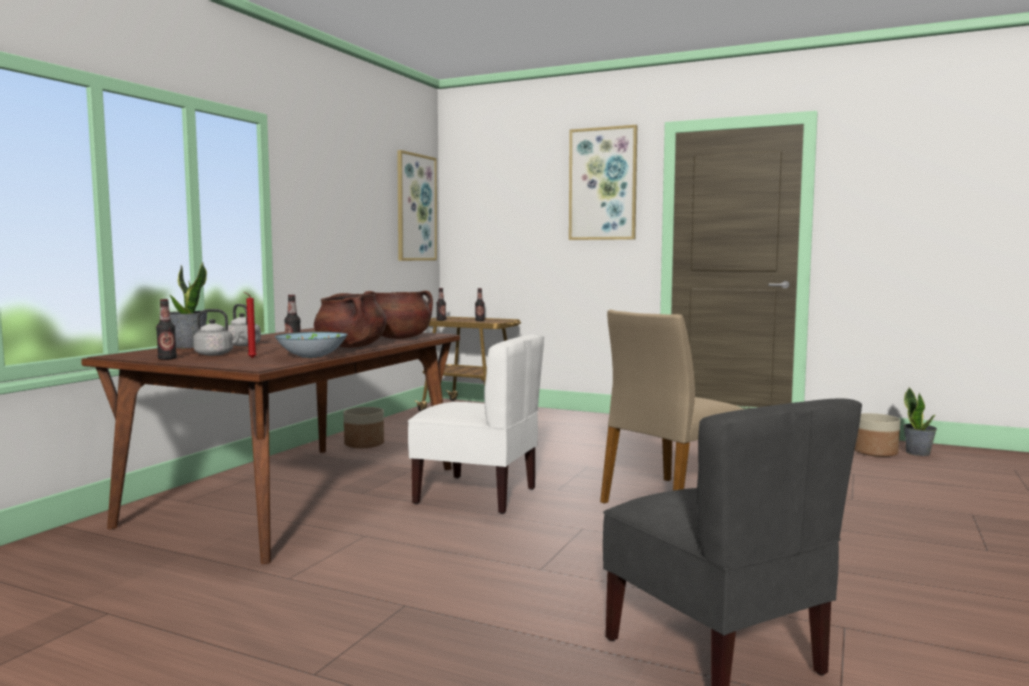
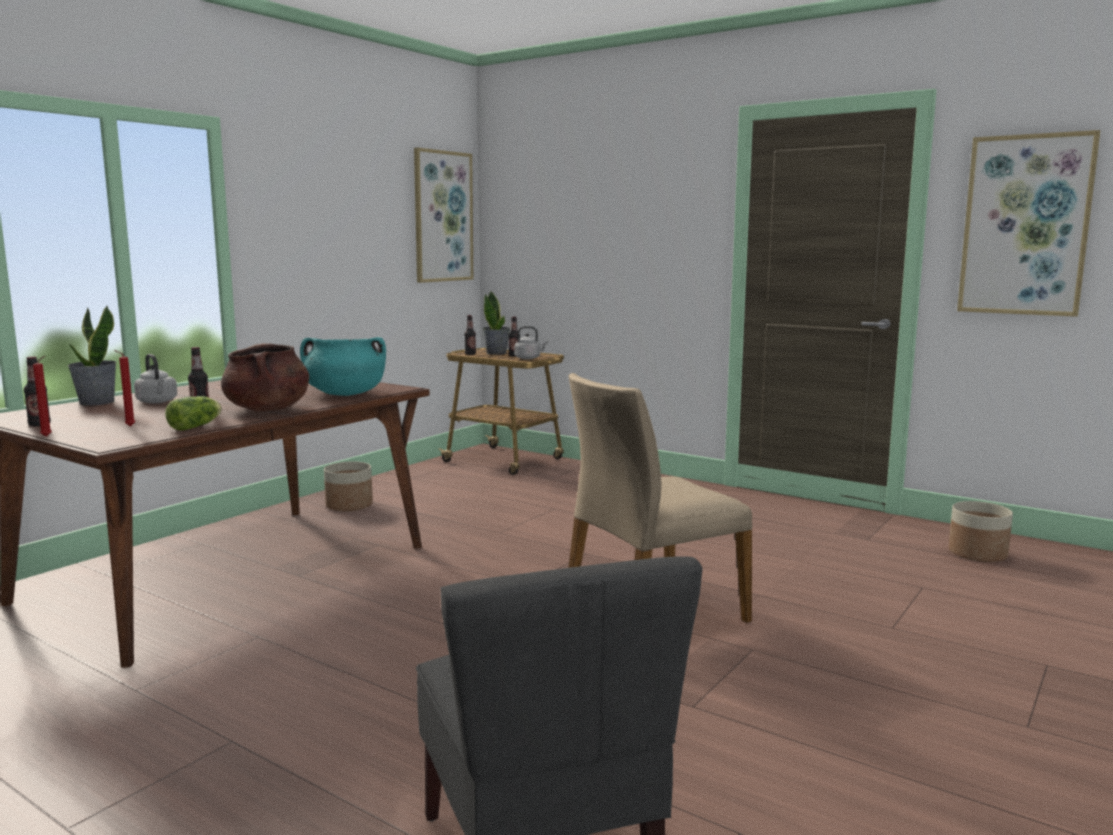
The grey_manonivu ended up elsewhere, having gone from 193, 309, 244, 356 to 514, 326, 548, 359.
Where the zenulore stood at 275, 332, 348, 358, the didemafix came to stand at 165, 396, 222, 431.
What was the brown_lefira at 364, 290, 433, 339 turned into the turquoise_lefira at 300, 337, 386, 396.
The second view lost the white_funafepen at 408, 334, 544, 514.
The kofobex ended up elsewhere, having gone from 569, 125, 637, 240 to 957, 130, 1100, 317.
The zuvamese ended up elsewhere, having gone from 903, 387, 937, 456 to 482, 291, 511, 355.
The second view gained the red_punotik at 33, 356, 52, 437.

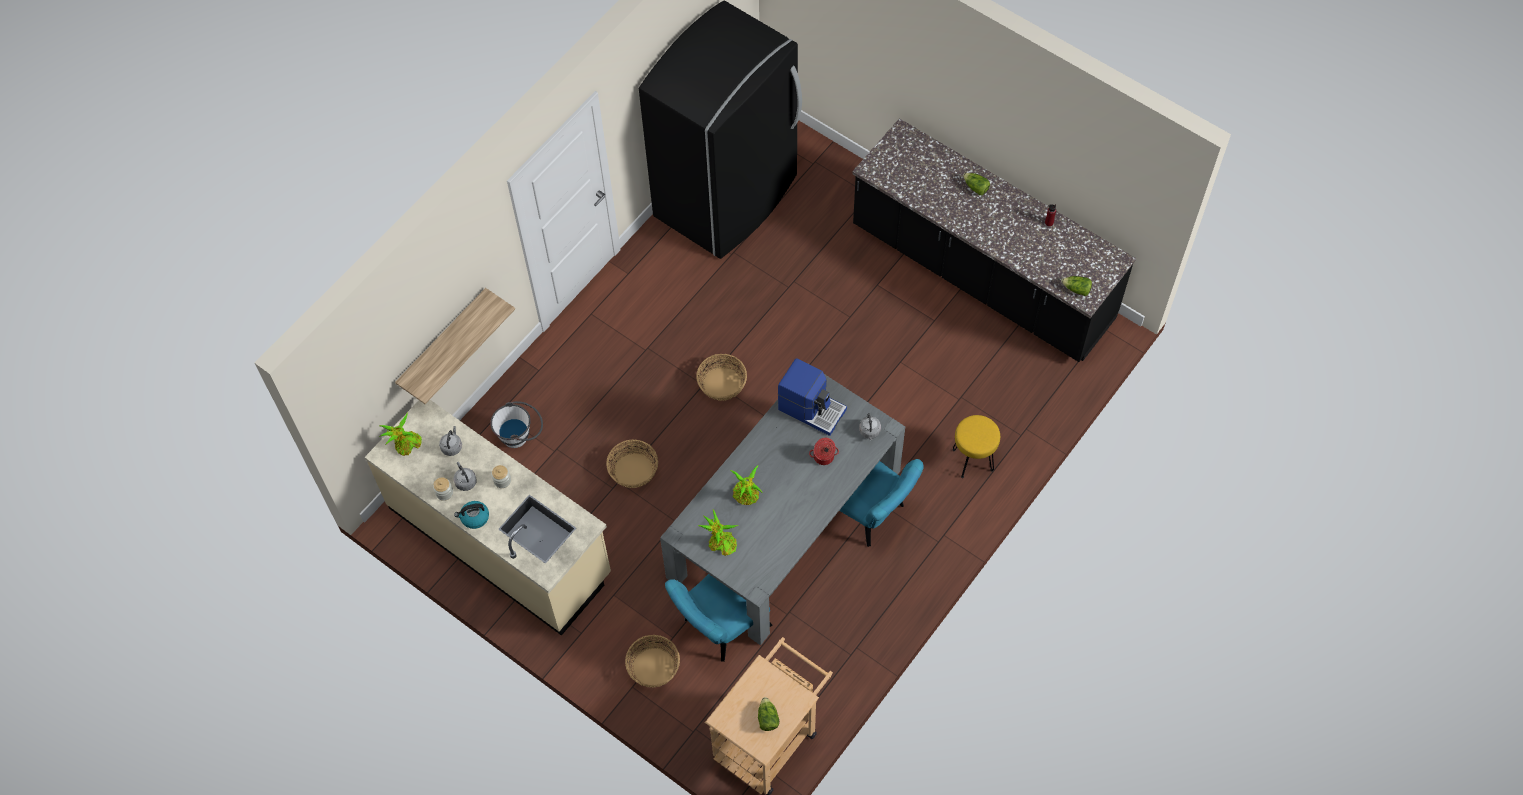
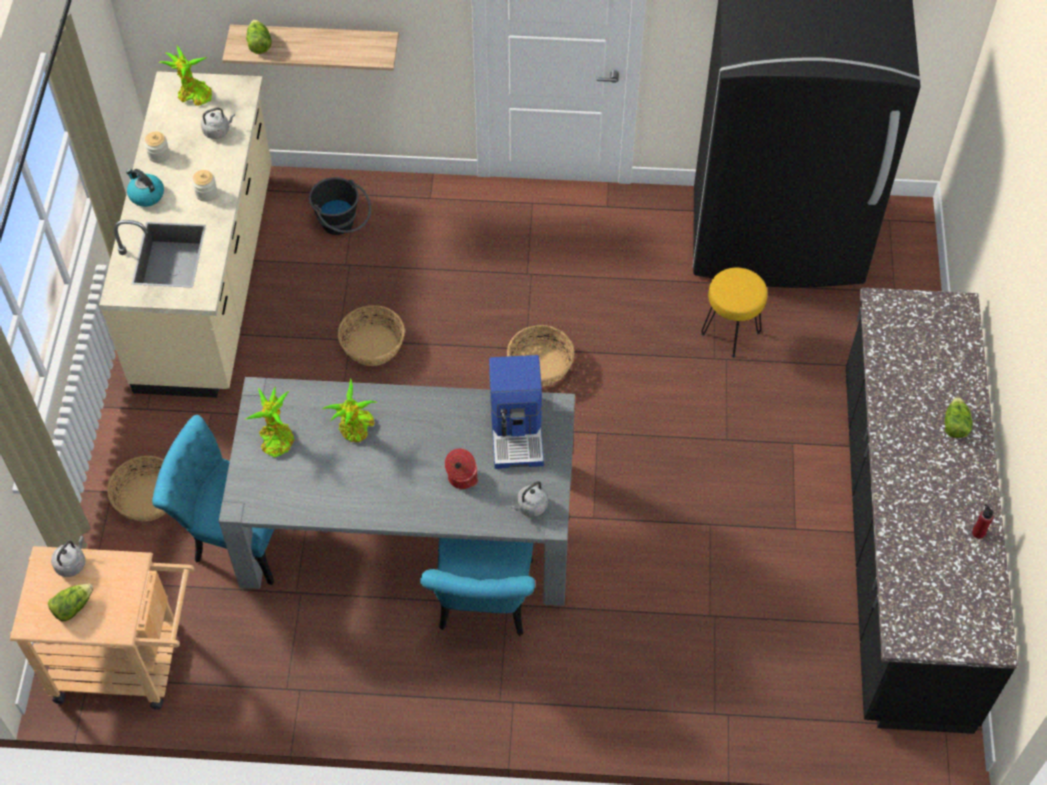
The grey_manonivu ended up elsewhere, having gone from 454, 462, 477, 491 to 51, 536, 86, 577.
What was the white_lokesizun at 490, 401, 543, 448 turned into the black_lokesizun at 309, 177, 371, 235.
The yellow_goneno ended up elsewhere, having gone from 953, 415, 1000, 478 to 701, 268, 768, 358.
The didemafix ended up elsewhere, having gone from 1061, 276, 1092, 296 to 246, 19, 272, 54.

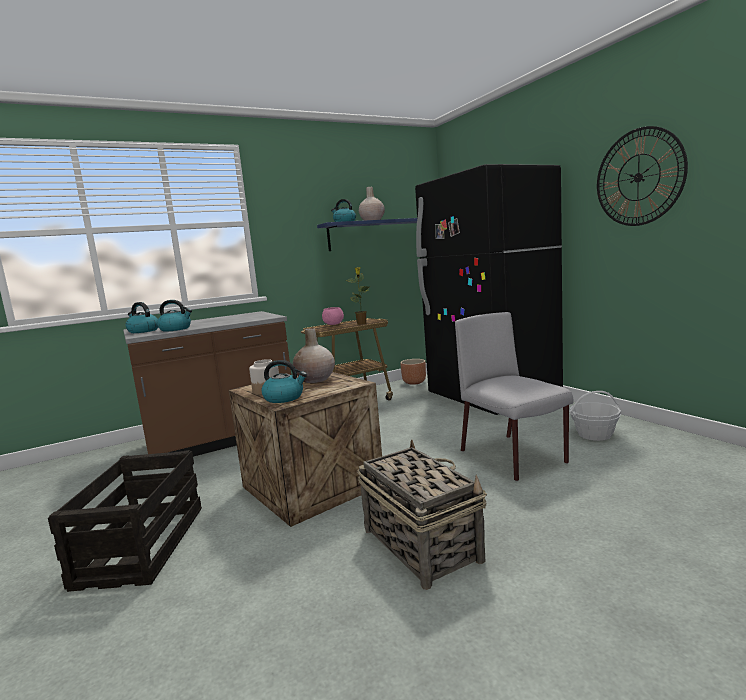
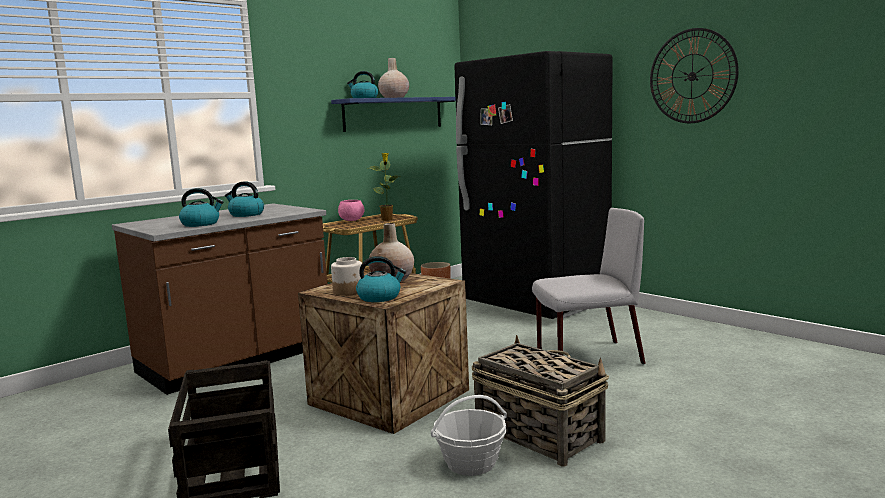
The manonivu ended up elsewhere, having gone from 125, 302, 158, 333 to 225, 181, 264, 217.
The grey_funafepen at 455, 312, 574, 481 ended up facing another way, 120 degrees clockwise from before.
The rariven ended up elsewhere, having gone from 569, 391, 621, 441 to 430, 395, 507, 476.

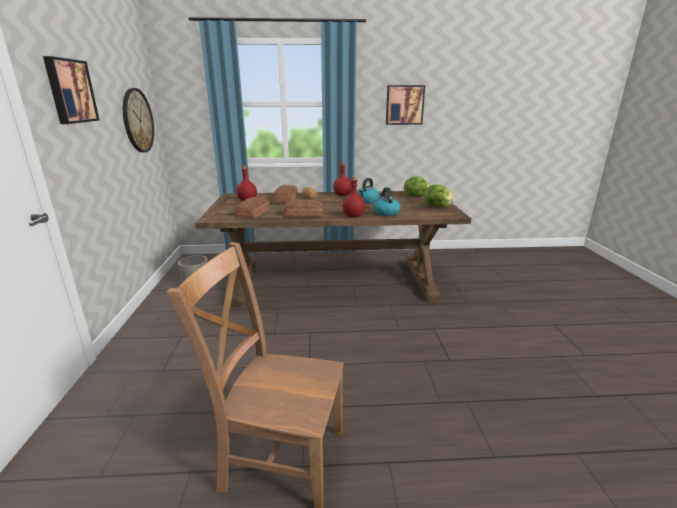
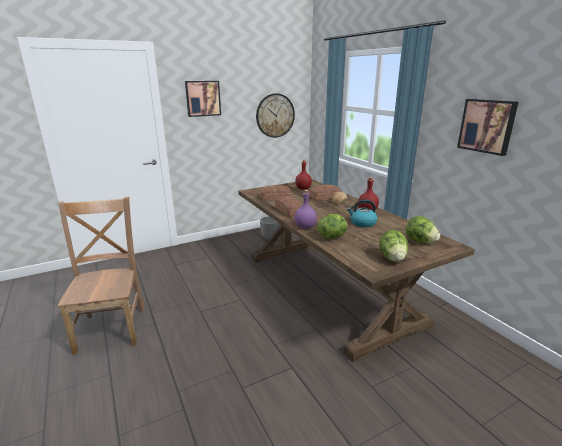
What was the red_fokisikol at 342, 176, 365, 217 turned into the purple_fokisikol at 295, 190, 317, 229.
Where the manonivu stood at 373, 187, 400, 216, the didemafix came to stand at 318, 214, 348, 239.

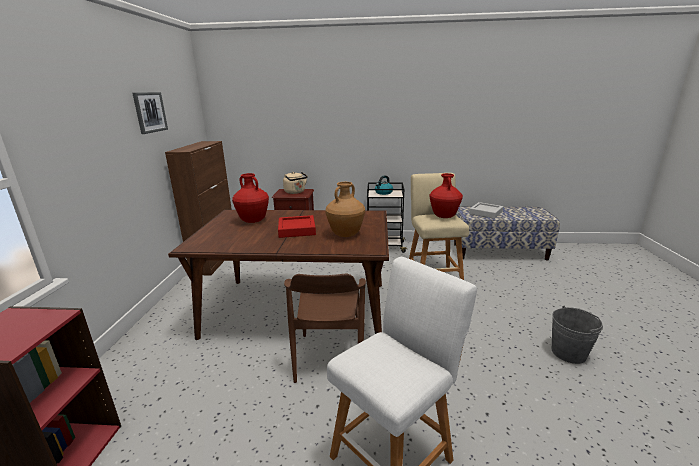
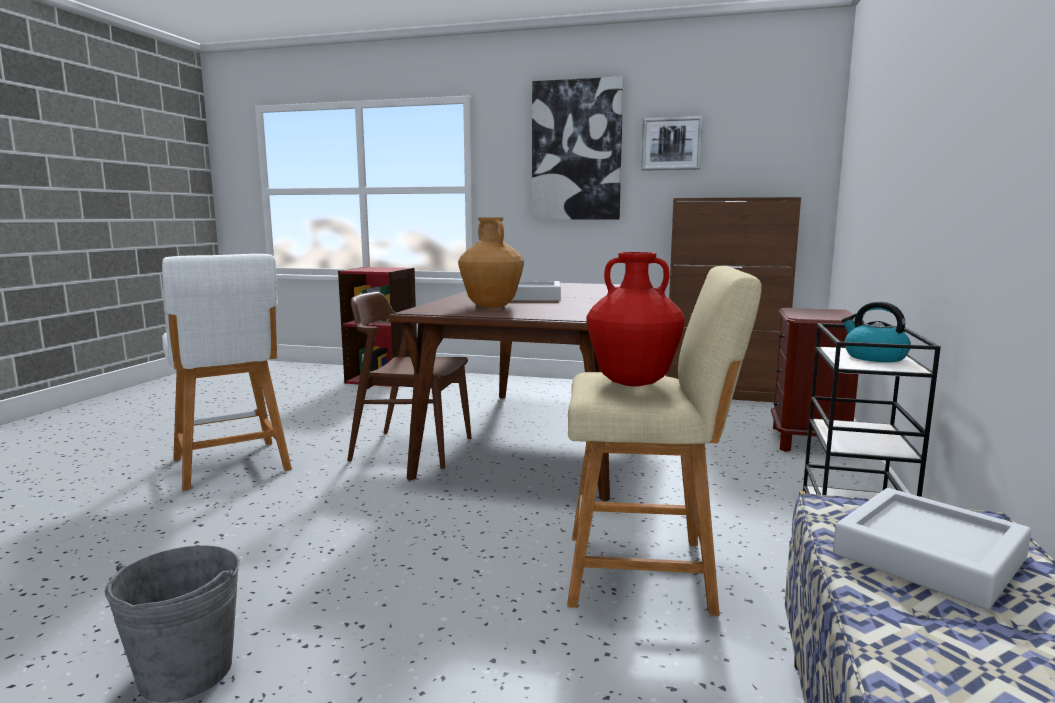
The second view lost the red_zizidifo at 232, 173, 269, 223.
What was the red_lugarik at 278, 215, 316, 238 turned into the grey_lugarik at 512, 281, 561, 301.
The second view lost the beige_manonivu at 283, 172, 308, 194.
The second view gained the kofobex at 532, 76, 623, 220.

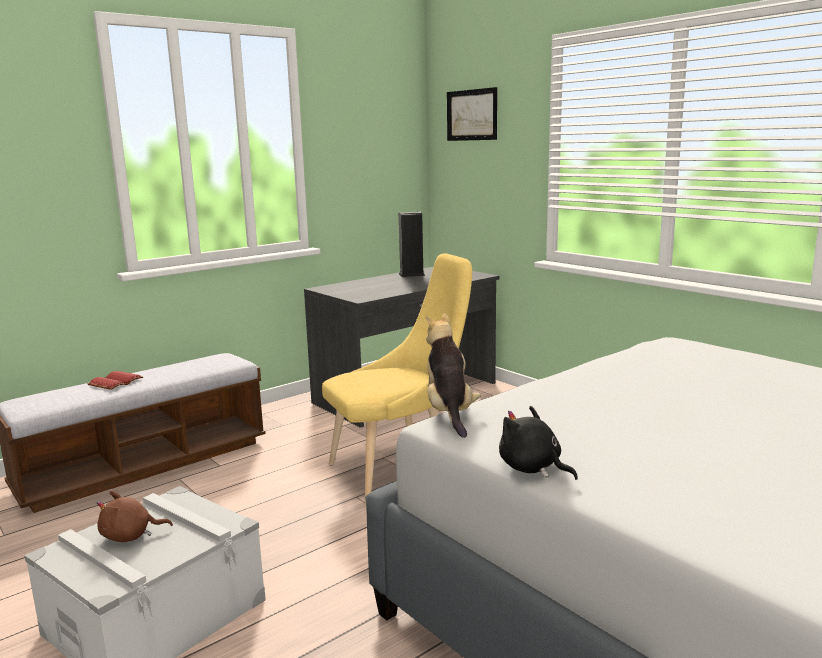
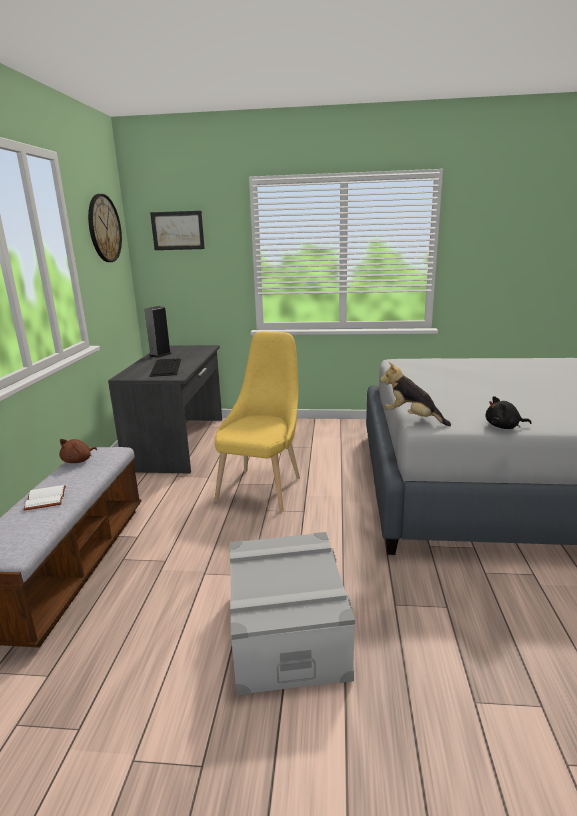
What was the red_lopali at 88, 371, 143, 390 turned into the white_lopali at 24, 485, 66, 511.
The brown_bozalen ended up elsewhere, having gone from 97, 491, 173, 542 to 59, 439, 97, 463.
The second view gained the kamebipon at 88, 194, 122, 262.
The second view gained the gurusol at 149, 358, 181, 377.

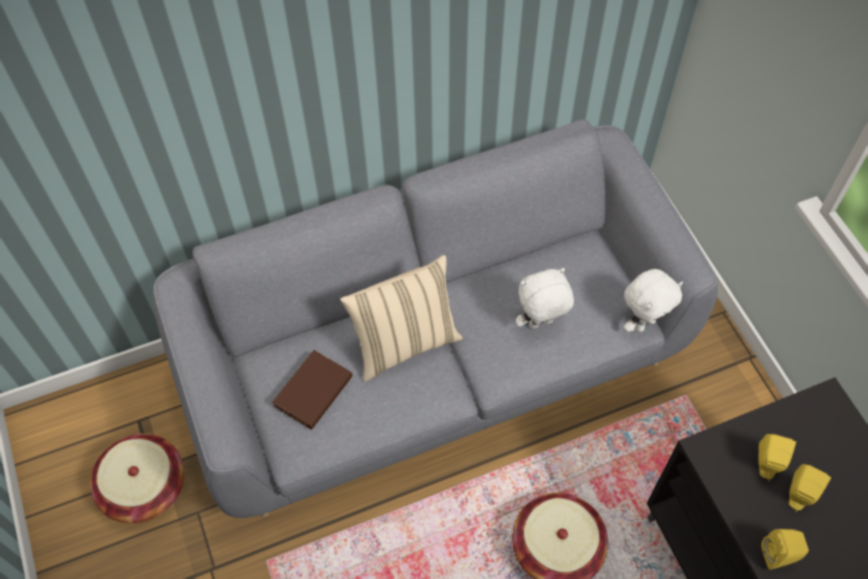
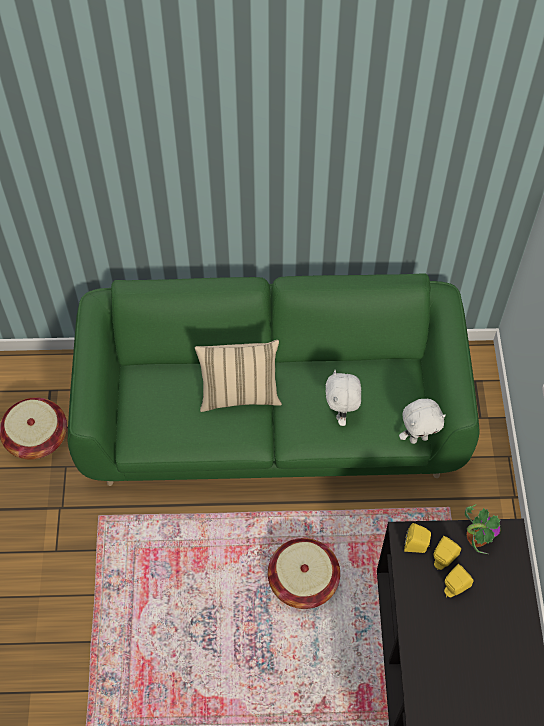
What was the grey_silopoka at 153, 119, 718, 518 turned into the green_silopoka at 68, 274, 479, 486.
The second view lost the brown_lopali at 272, 350, 353, 430.
The white_bozalen at 516, 268, 574, 329 ended up facing another way, 90 degrees counterclockwise from before.
The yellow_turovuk ended up elsewhere, having gone from 761, 529, 809, 570 to 404, 523, 431, 553.
The second view gained the zuvamese at 465, 504, 500, 554.

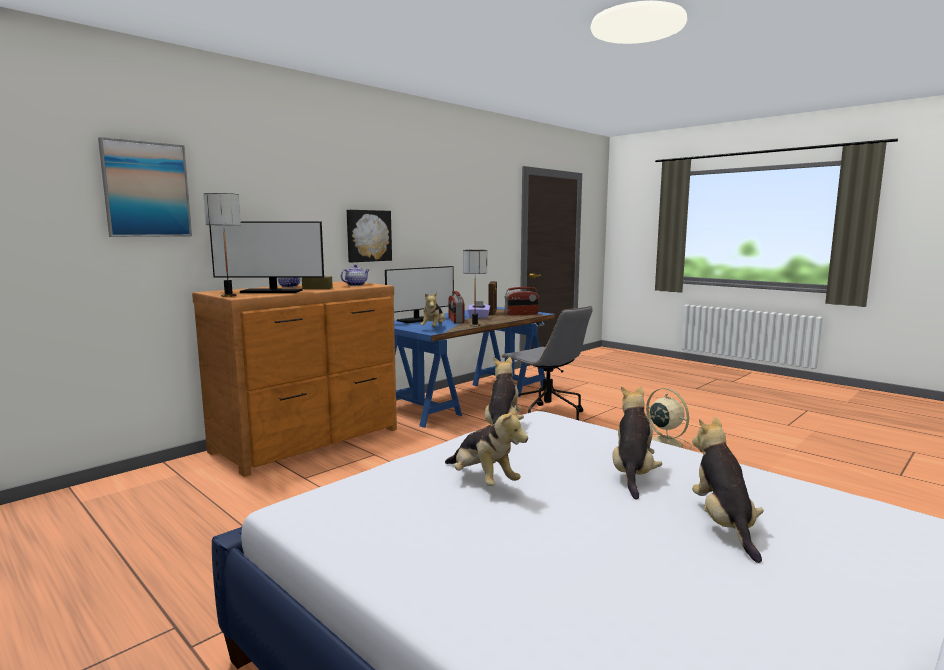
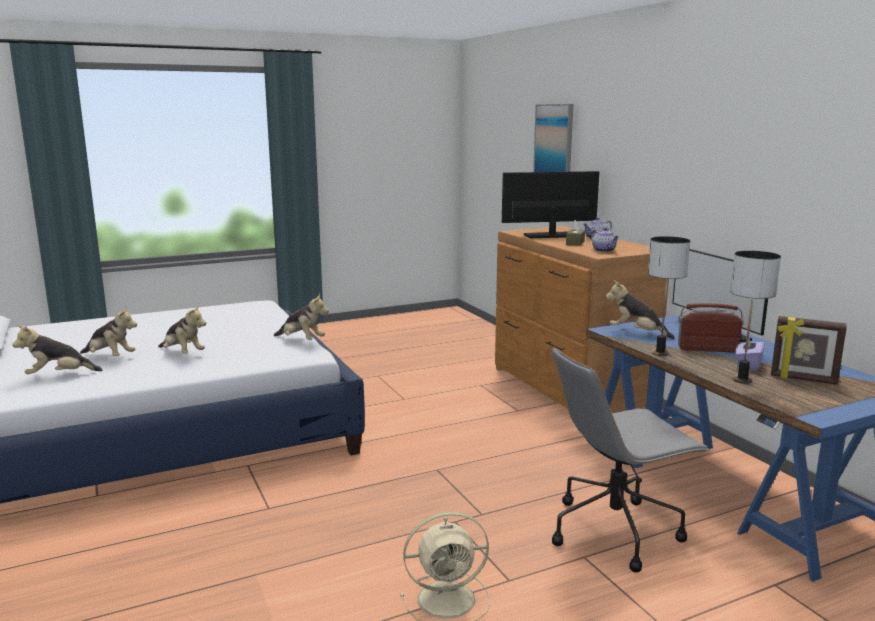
The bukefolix ended up elsewhere, having gone from 203, 193, 241, 297 to 730, 251, 781, 384.
The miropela at 209, 221, 324, 293 ended up facing another way, 60 degrees clockwise from before.
The second view lost the kofobex at 347, 210, 392, 262.
The bozalen ended up elsewhere, having gone from 445, 405, 528, 486 to 12, 325, 103, 374.
The second view lost the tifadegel at 504, 287, 539, 316.

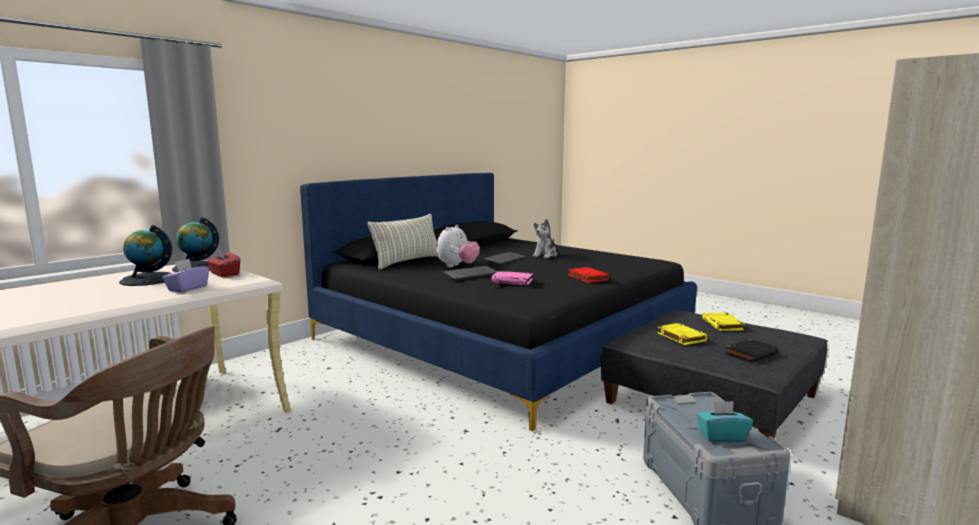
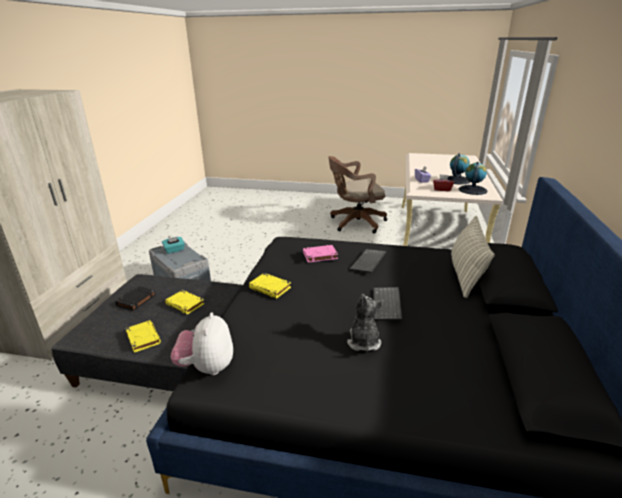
The bozalen ended up elsewhere, having gone from 436, 225, 480, 267 to 171, 312, 233, 375.
What was the red_lopali at 568, 267, 609, 283 turned into the yellow_lopali at 248, 273, 291, 298.

